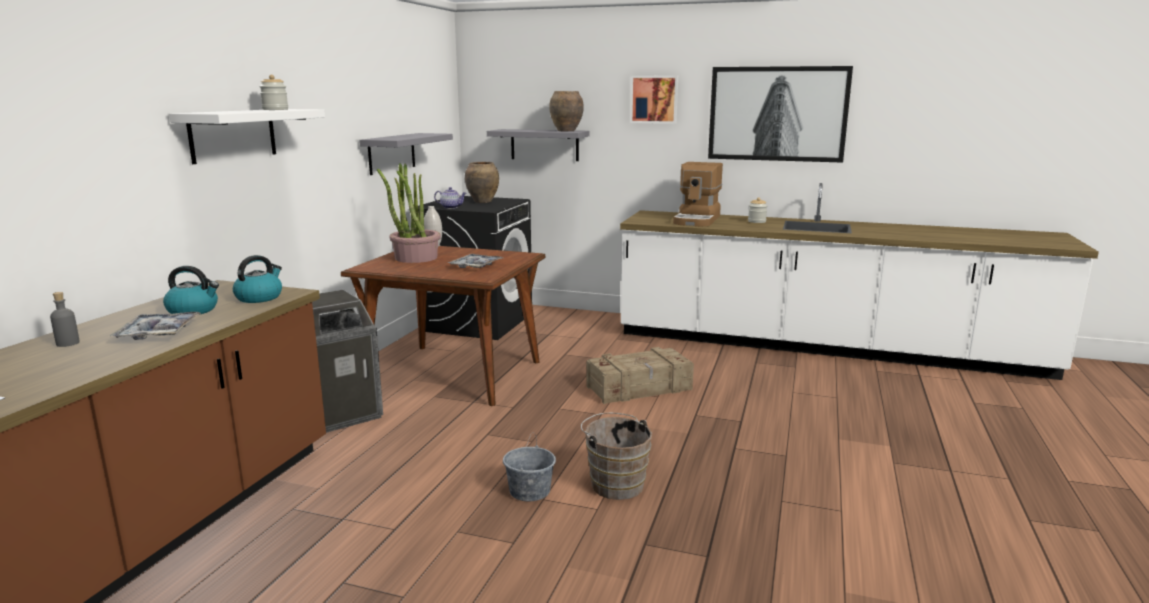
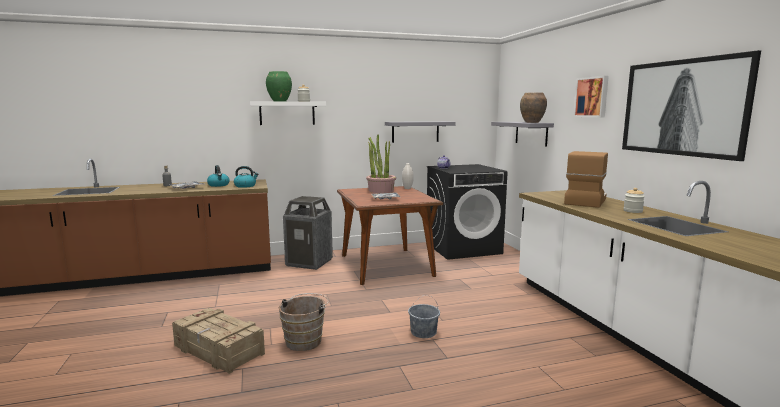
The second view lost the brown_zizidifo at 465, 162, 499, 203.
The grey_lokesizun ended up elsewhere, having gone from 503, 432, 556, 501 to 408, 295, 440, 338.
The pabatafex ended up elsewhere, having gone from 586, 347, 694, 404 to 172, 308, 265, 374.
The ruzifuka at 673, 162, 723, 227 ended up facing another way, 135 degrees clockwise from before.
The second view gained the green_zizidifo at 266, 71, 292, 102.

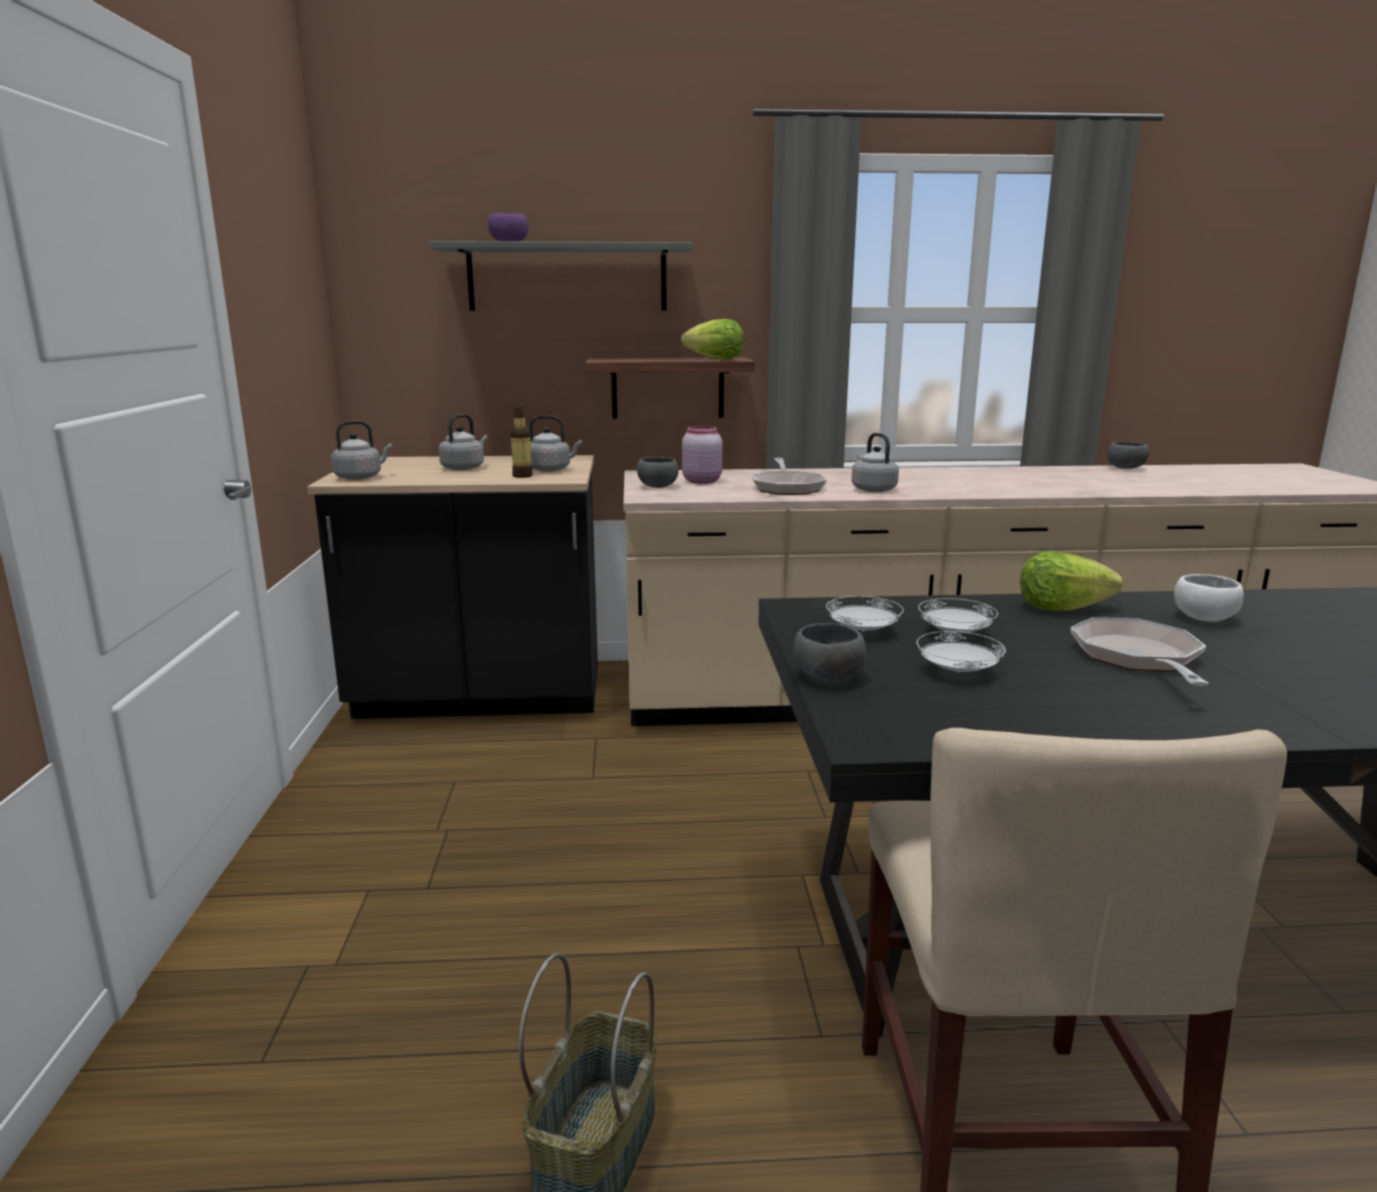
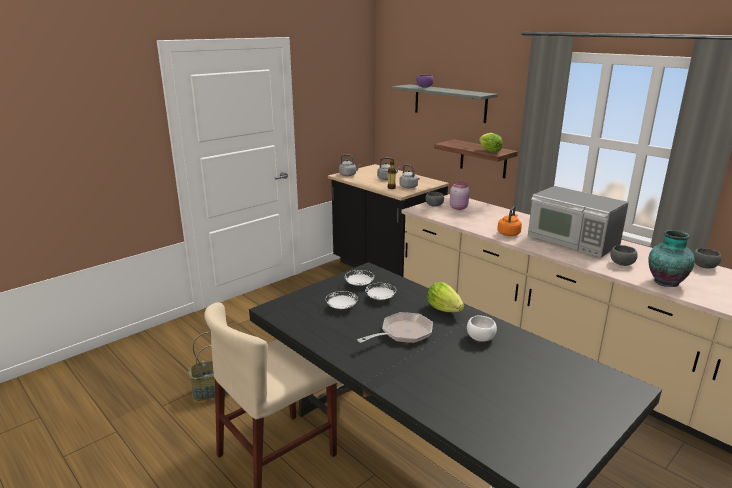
The second view lost the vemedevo at 752, 458, 827, 495.
The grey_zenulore ended up elsewhere, having gone from 794, 623, 866, 682 to 611, 245, 638, 266.
What was the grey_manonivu at 852, 433, 899, 492 turned into the orange_manonivu at 497, 206, 522, 236.
The second view gained the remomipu at 528, 186, 629, 258.
The second view gained the zizidifo at 649, 230, 695, 287.

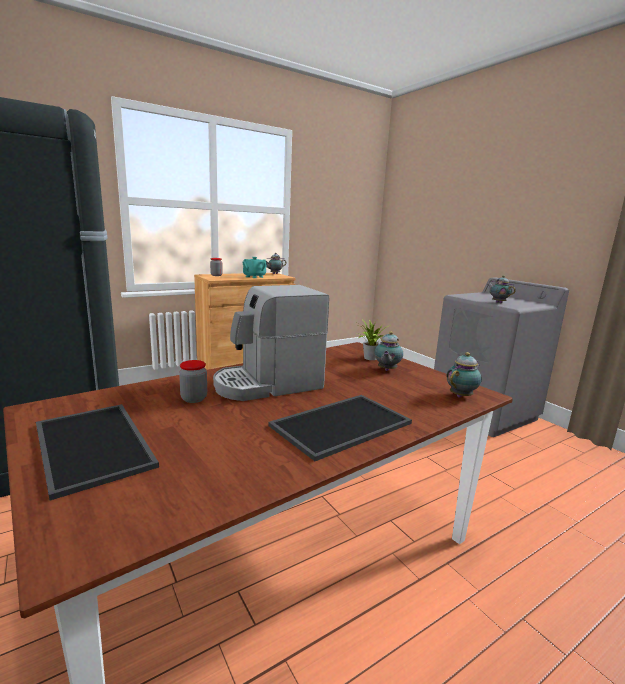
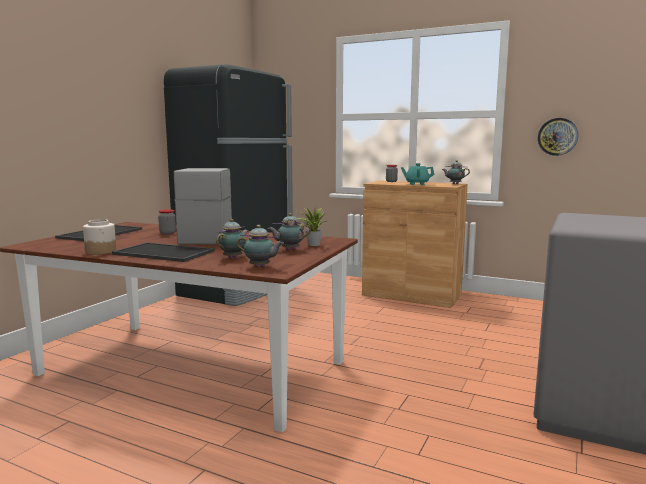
The ruzifuka at 213, 285, 329, 401 ended up facing another way, 60 degrees clockwise from before.
The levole ended up elsewhere, having gone from 488, 276, 516, 303 to 216, 219, 248, 259.
The second view gained the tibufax at 83, 219, 116, 255.
The second view gained the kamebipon at 538, 118, 578, 156.

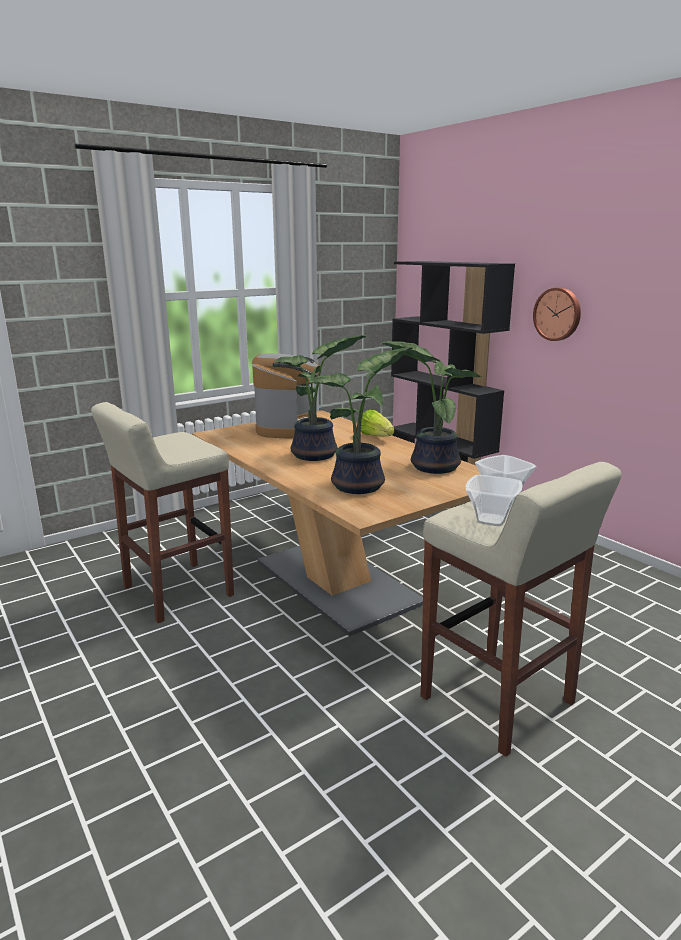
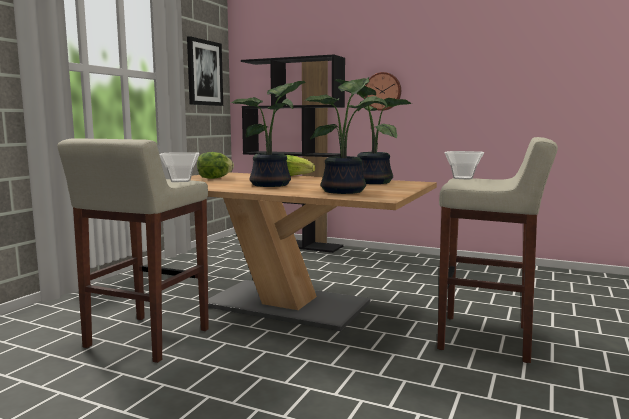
Where the ruzifuka stood at 252, 353, 326, 438, the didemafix came to stand at 197, 152, 234, 179.
The zenulore ended up elsewhere, having gone from 465, 475, 523, 526 to 159, 152, 199, 182.
The second view gained the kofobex at 187, 36, 223, 106.

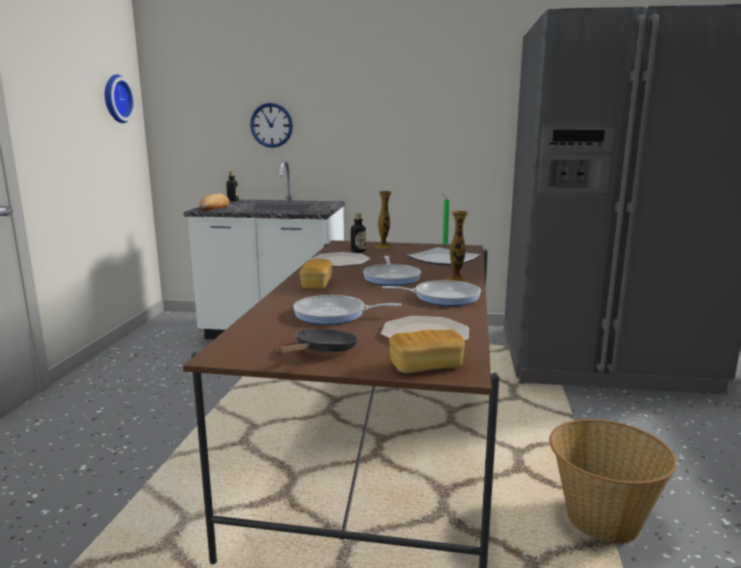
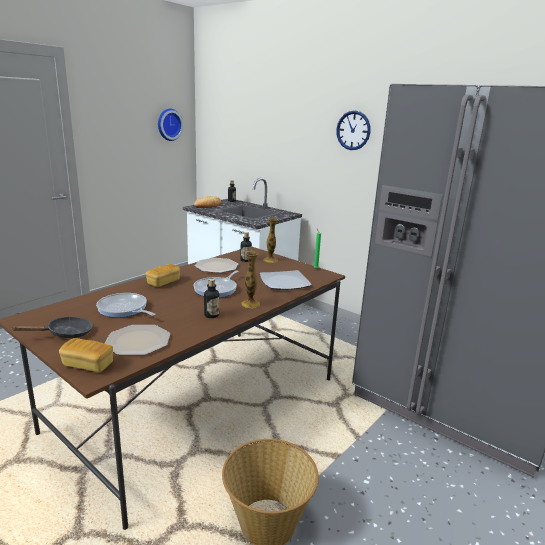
The kamebipon ended up elsewhere, having gone from 250, 103, 293, 148 to 336, 111, 371, 150.
Where the vemedevo stood at 382, 280, 481, 306, the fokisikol came to stand at 204, 279, 219, 318.

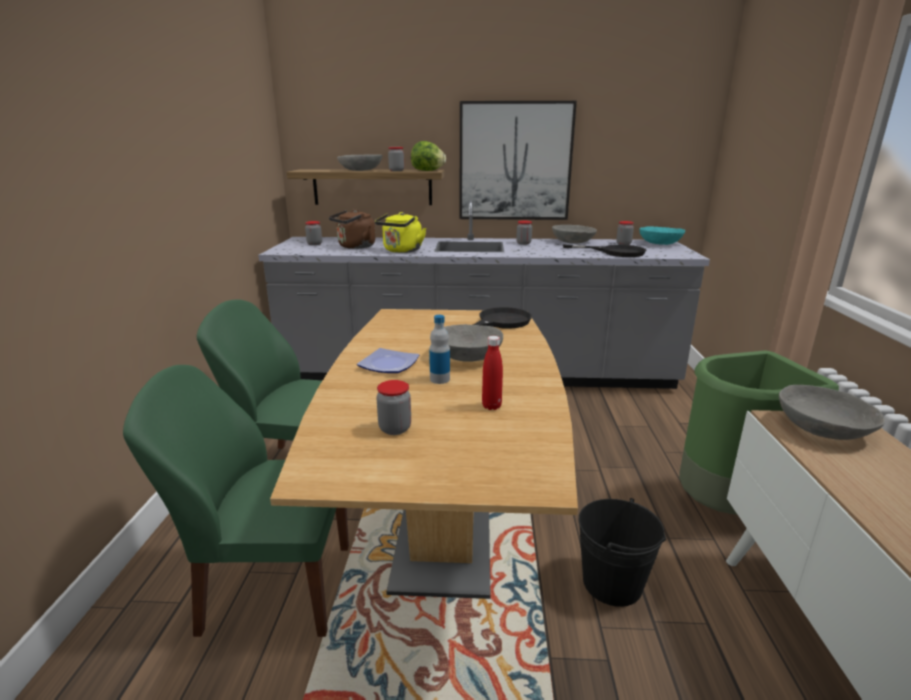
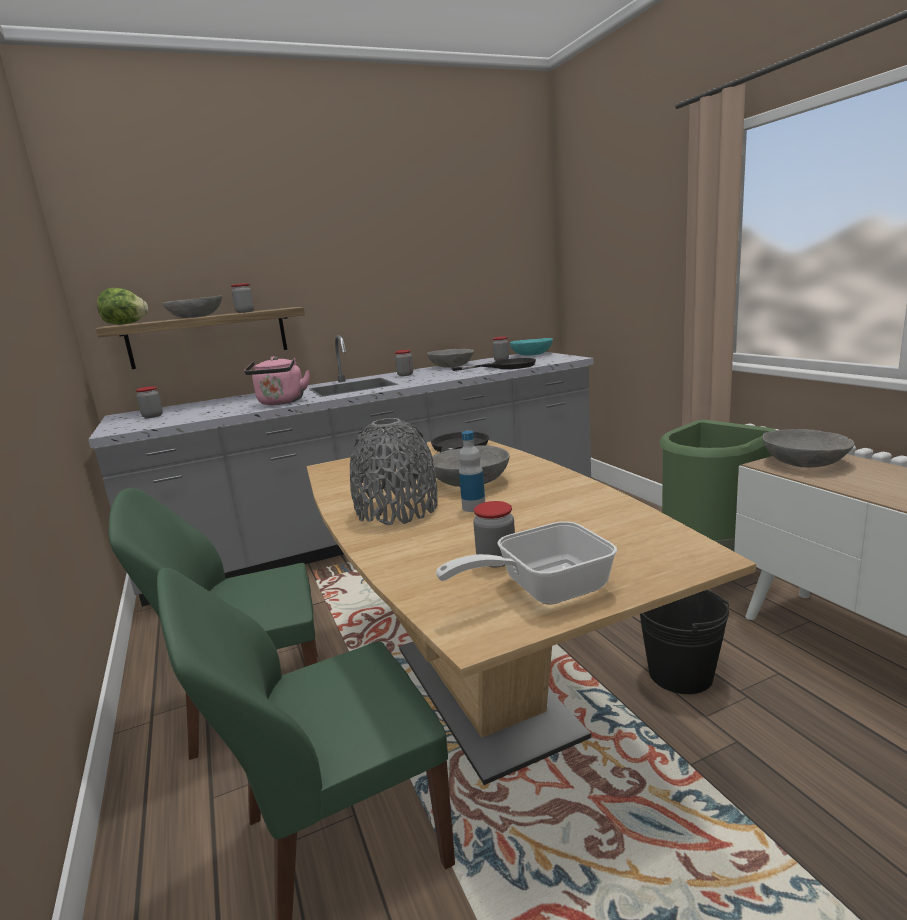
The second view lost the brown_manonivu at 329, 209, 375, 249.
Where the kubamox stood at 357, 348, 420, 373, the grey_zizidifo came to stand at 350, 418, 438, 525.
What was the yellow_manonivu at 375, 212, 426, 253 turned into the pink_manonivu at 244, 356, 310, 405.
The didemafix ended up elsewhere, having gone from 411, 141, 446, 171 to 97, 288, 148, 324.
The second view lost the kofobex at 459, 101, 577, 220.
The second view lost the red_fokisikol at 482, 336, 503, 410.
The second view gained the vemedevo at 436, 521, 617, 605.

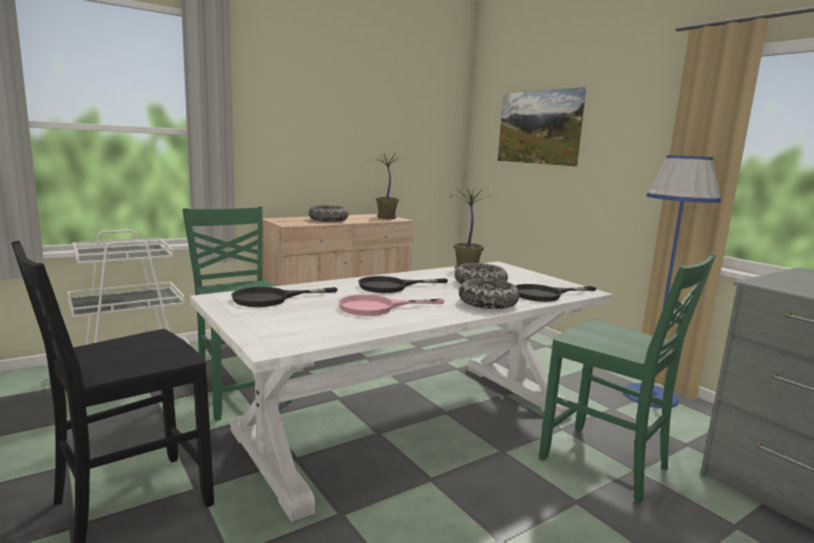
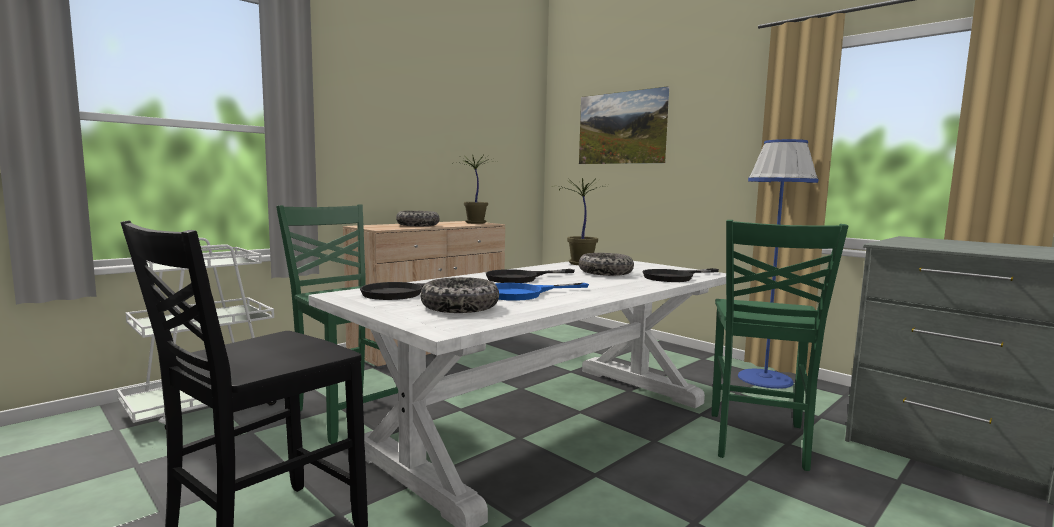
What was the pink_vemedevo at 339, 294, 445, 316 turned into the blue_vemedevo at 495, 283, 589, 301.
The zenulore ended up elsewhere, having gone from 459, 278, 520, 309 to 420, 277, 499, 313.
The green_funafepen at 539, 253, 716, 503 ended up facing another way, 75 degrees clockwise from before.

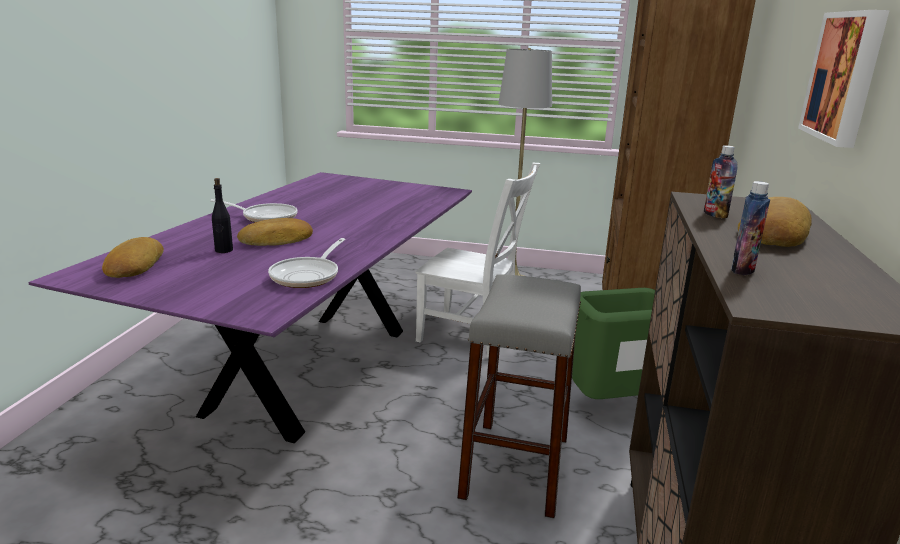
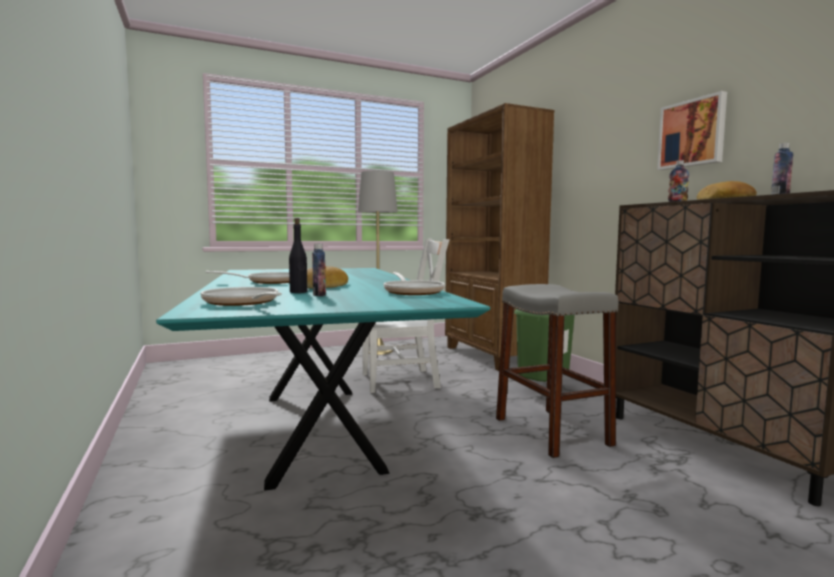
What was the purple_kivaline at 28, 172, 472, 443 turned into the turquoise_kivaline at 156, 268, 490, 490.
Where the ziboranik stood at 102, 237, 164, 278, the vemedevo came to stand at 201, 287, 282, 306.
The second view gained the fokisikol at 312, 244, 326, 296.

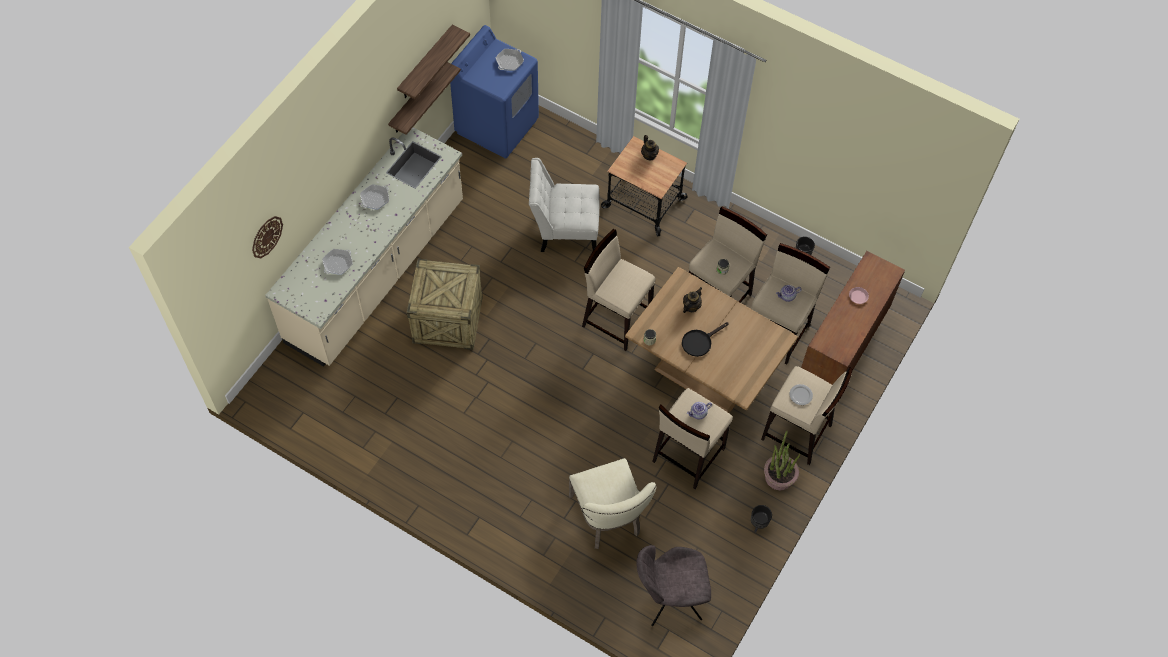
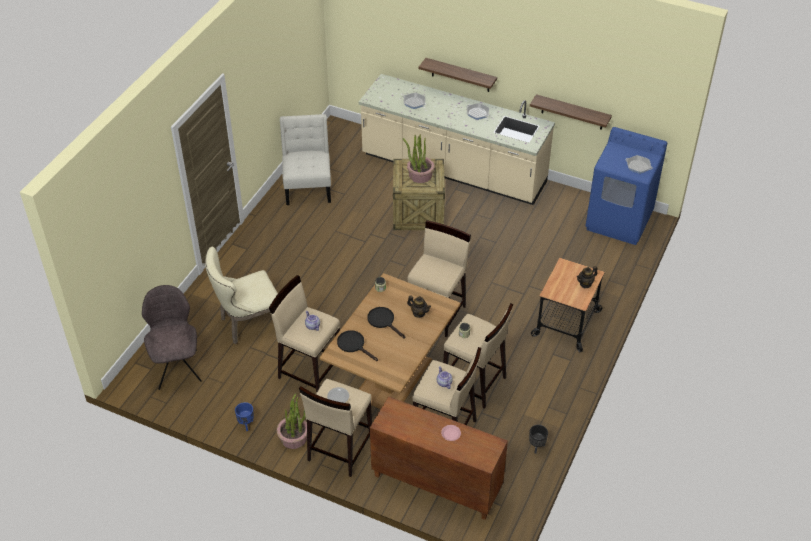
The second view lost the kamebipon at 252, 216, 283, 258.
The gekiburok ended up elsewhere, having gone from 397, 24, 470, 99 to 419, 58, 497, 92.
The white_funafepen ended up elsewhere, having gone from 529, 158, 599, 252 to 280, 114, 331, 205.
What was the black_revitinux at 751, 505, 772, 532 turned into the blue_revitinux at 235, 402, 254, 431.
The second view gained the black_vemedevo at 337, 330, 378, 361.
The second view gained the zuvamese at 402, 134, 435, 183.

